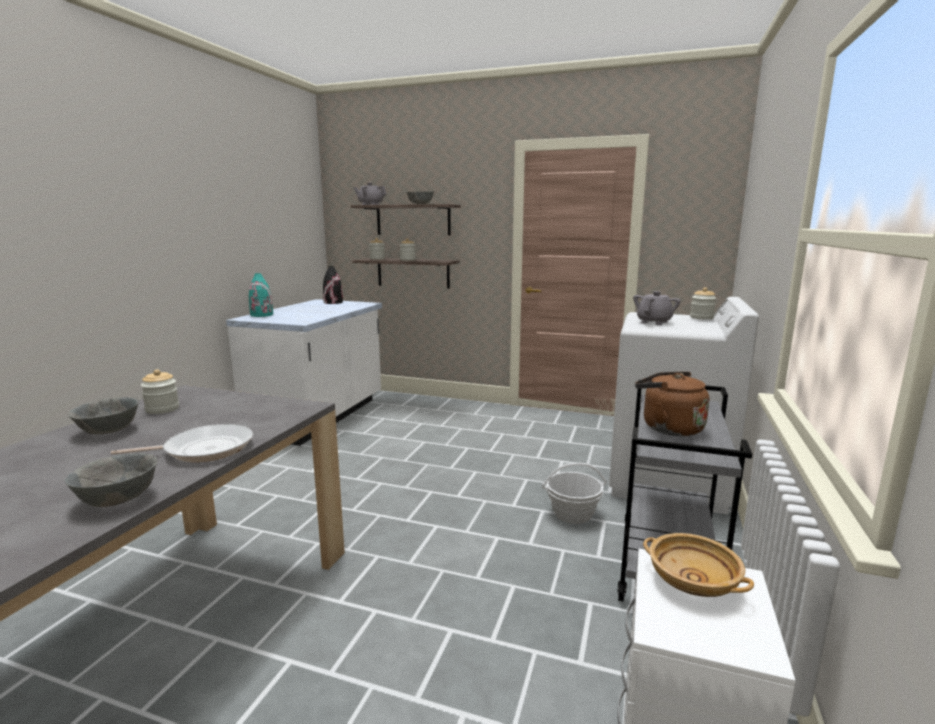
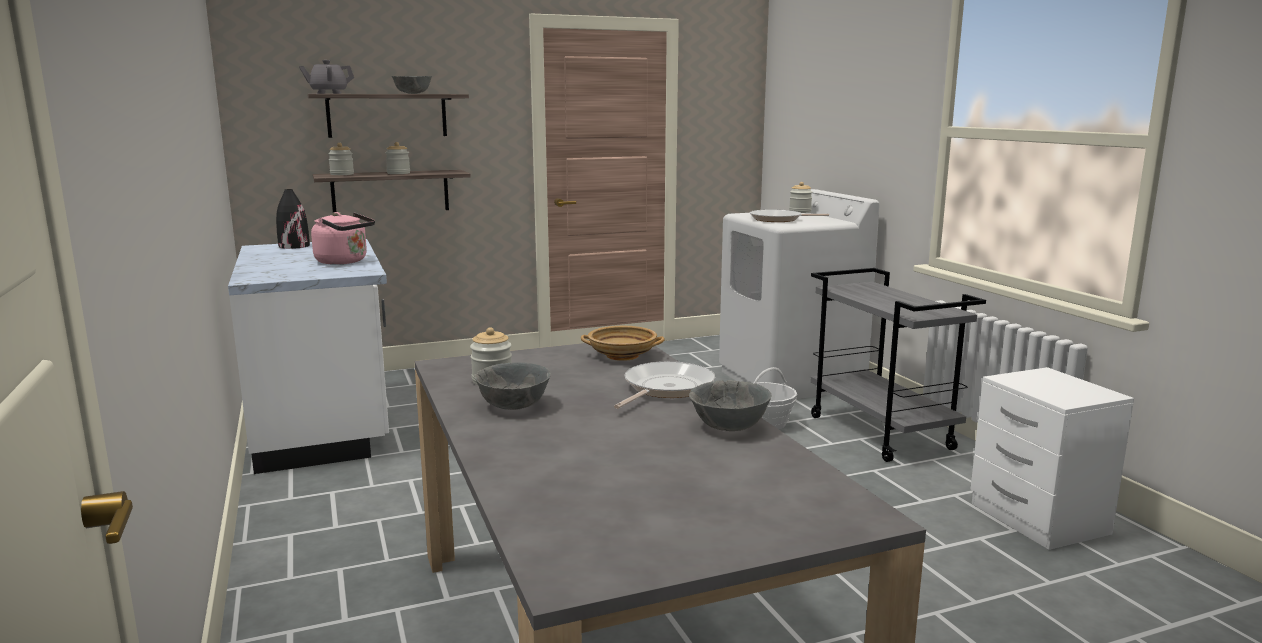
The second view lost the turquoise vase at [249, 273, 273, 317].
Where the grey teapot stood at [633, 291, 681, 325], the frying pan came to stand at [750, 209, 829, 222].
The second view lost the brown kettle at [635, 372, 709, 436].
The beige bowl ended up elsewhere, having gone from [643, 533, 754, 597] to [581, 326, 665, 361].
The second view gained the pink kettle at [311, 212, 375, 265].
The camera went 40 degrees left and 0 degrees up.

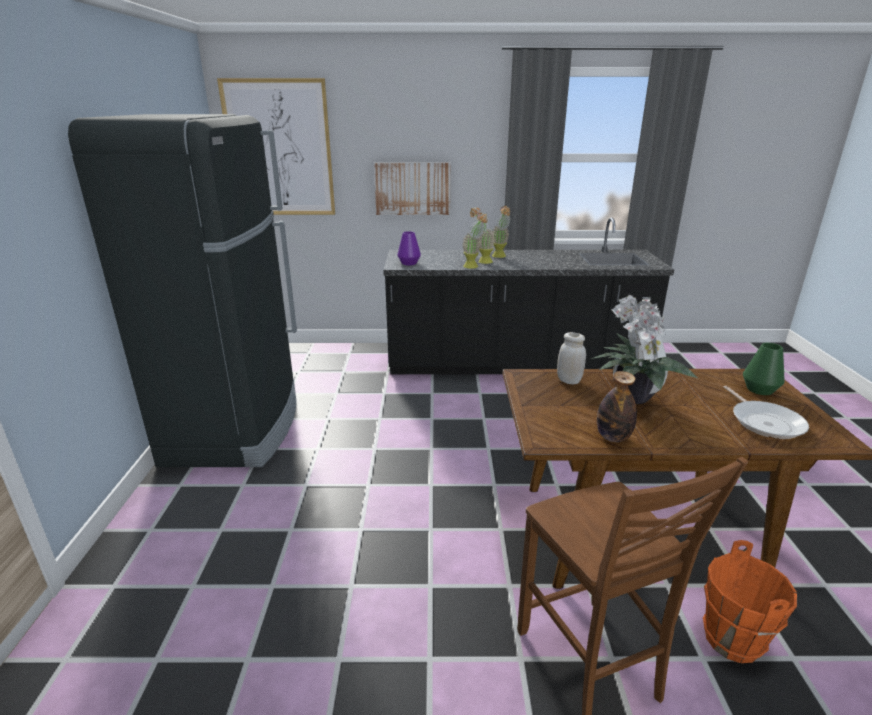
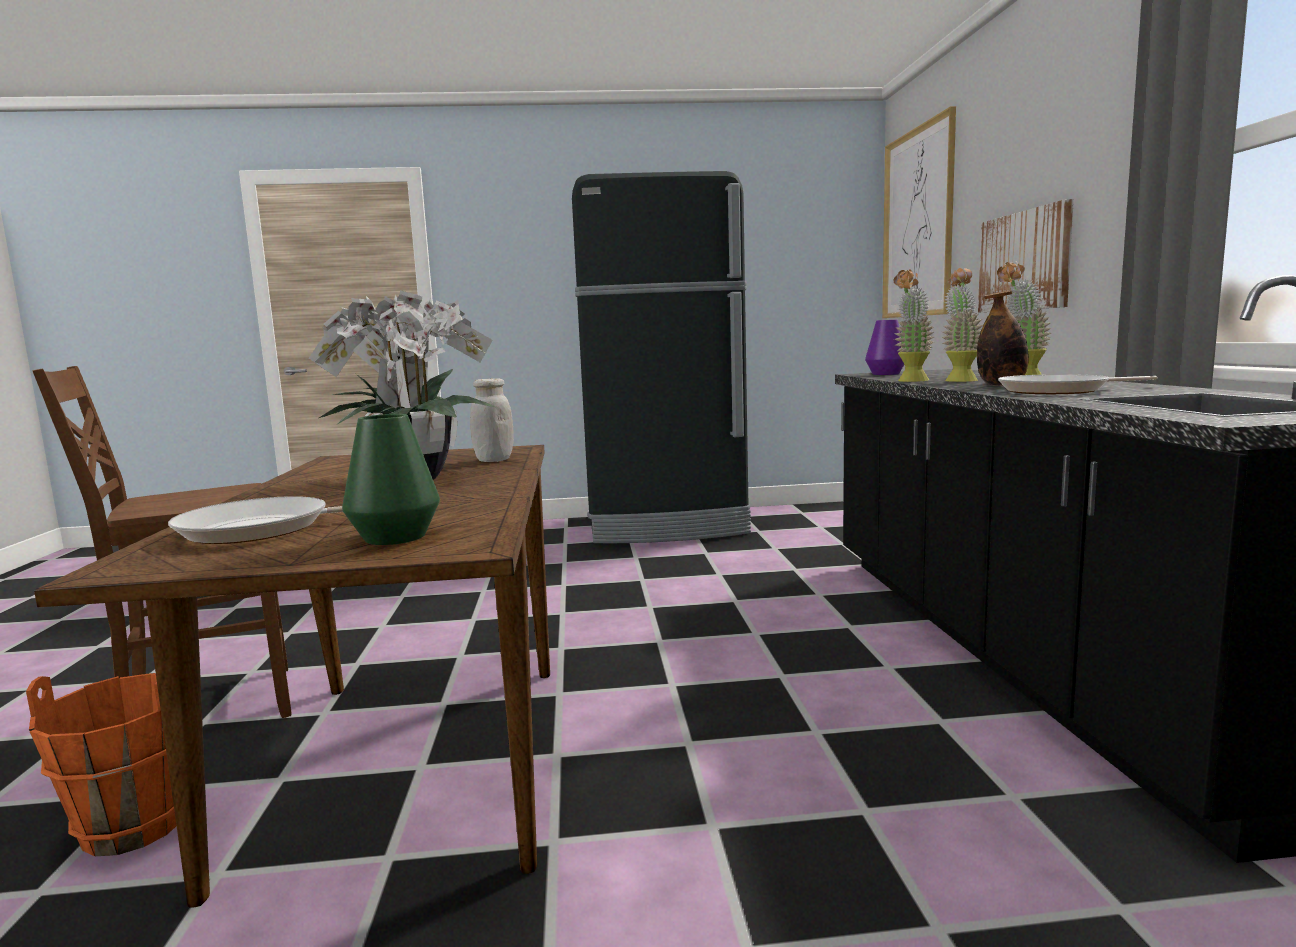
The bottle ended up elsewhere, having gone from [597, 371, 637, 442] to [977, 291, 1029, 386].
The second view gained the frying pan at [998, 374, 1157, 394].
The camera went 85 degrees right and 15 degrees down.

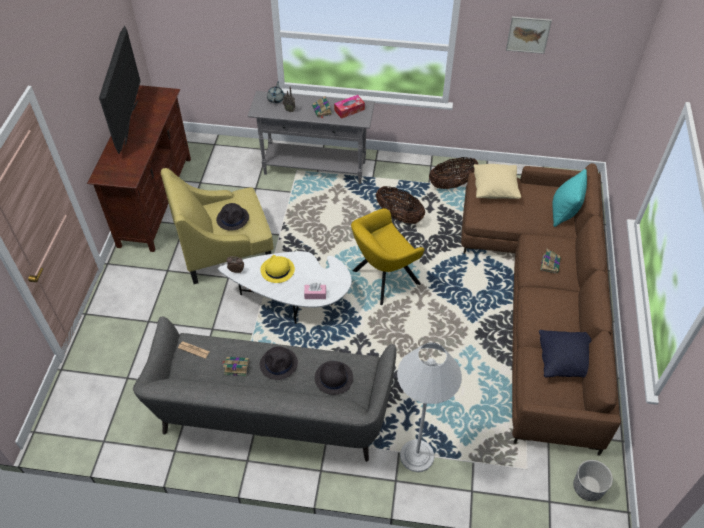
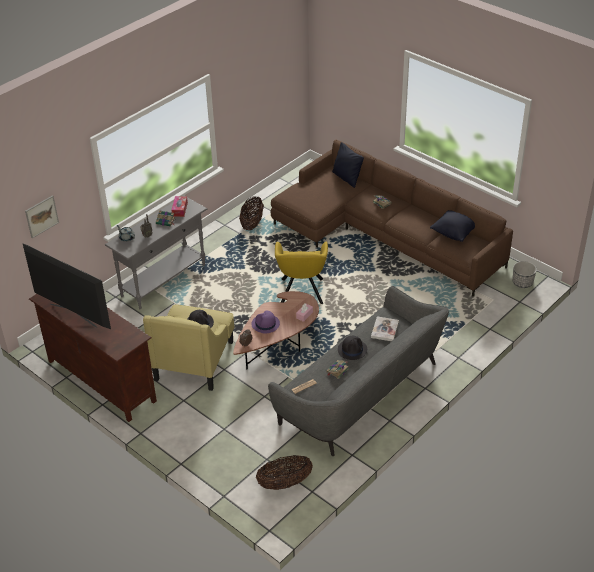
The picture ended up elsewhere, having gone from [506, 16, 552, 54] to [25, 195, 59, 238].
The second view lost the beige pillow at [474, 164, 521, 199].
What was the turquoise pillow at [552, 169, 587, 227] turned into the black pillow at [332, 142, 364, 188].
The basket ended up elsewhere, having gone from [376, 186, 425, 224] to [256, 455, 313, 490].
What was the white coffee table at [218, 251, 352, 324] turned into the brown coffee table at [233, 291, 319, 369].
What was the yellow hat at [261, 255, 295, 283] turned into the purple hat at [251, 311, 280, 333].
The second view lost the white floor lamp at [397, 343, 462, 472].
Where the black hat stood at [315, 361, 353, 395], the book came to stand at [371, 316, 399, 341].
The camera went 55 degrees left and 10 degrees down.

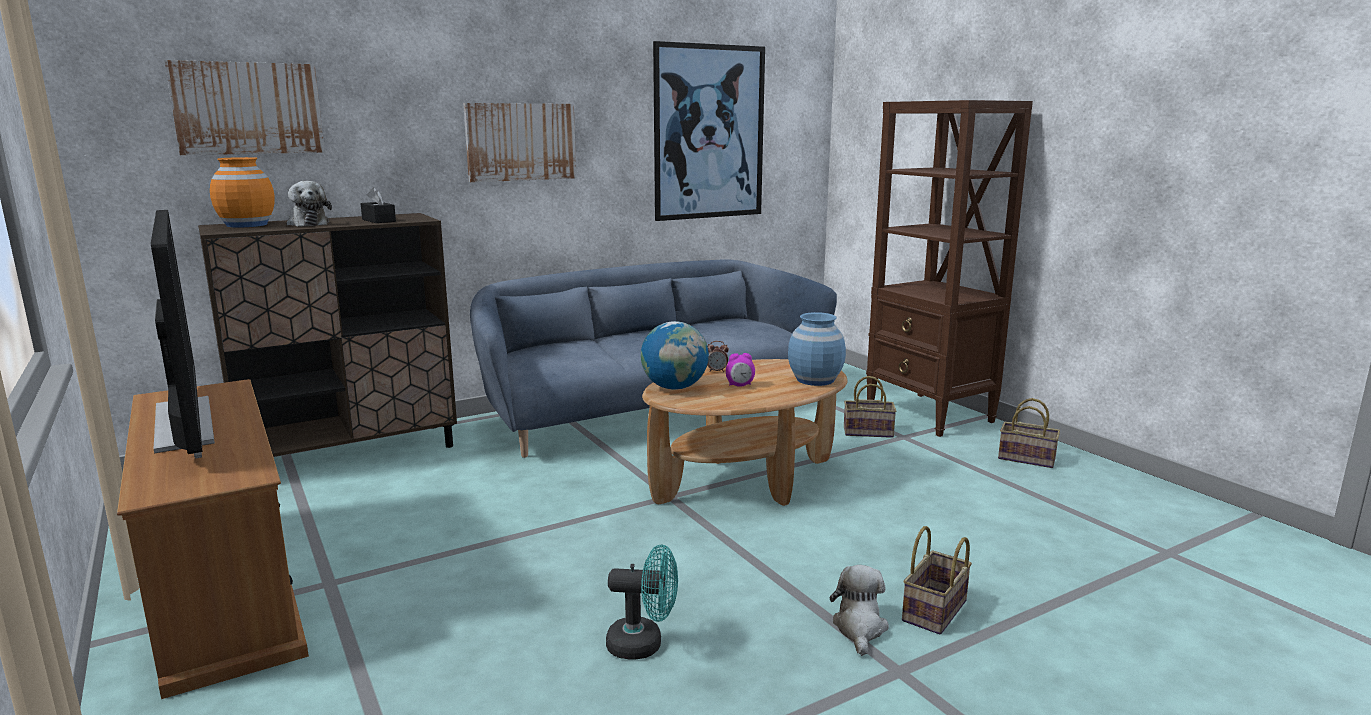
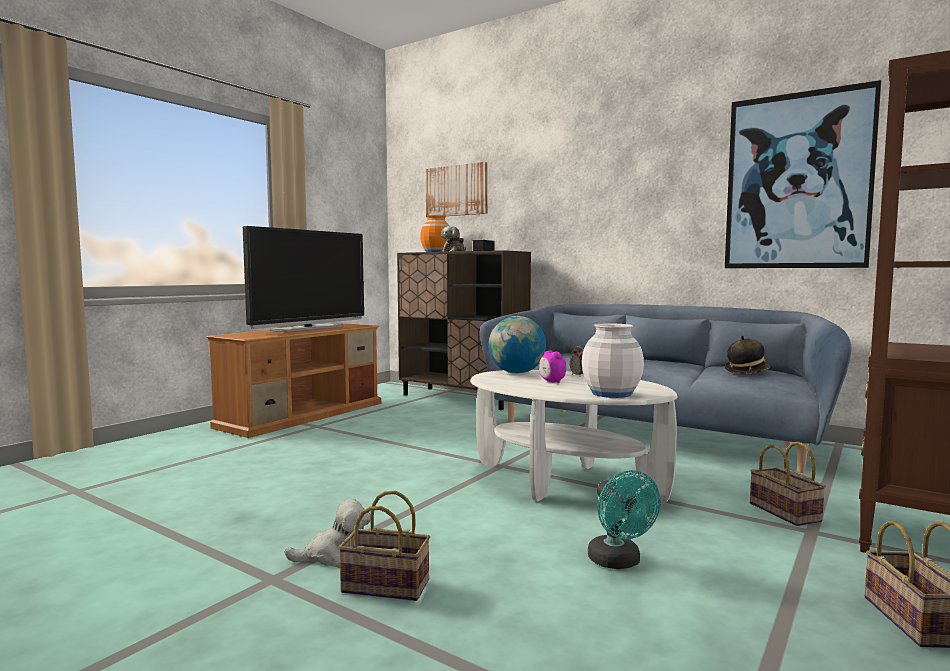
The second view lost the picture at [463, 103, 576, 182].
What was the blue vase at [788, 312, 846, 386] turned into the white vase at [582, 323, 644, 398].
What was the brown coffee table at [642, 359, 848, 506] turned into the white coffee table at [470, 370, 677, 504].
The turquoise fan ended up elsewhere, having gone from [606, 545, 678, 660] to [588, 470, 660, 569].
The second view gained the hat at [725, 336, 771, 374].
The camera went 65 degrees right and 10 degrees down.

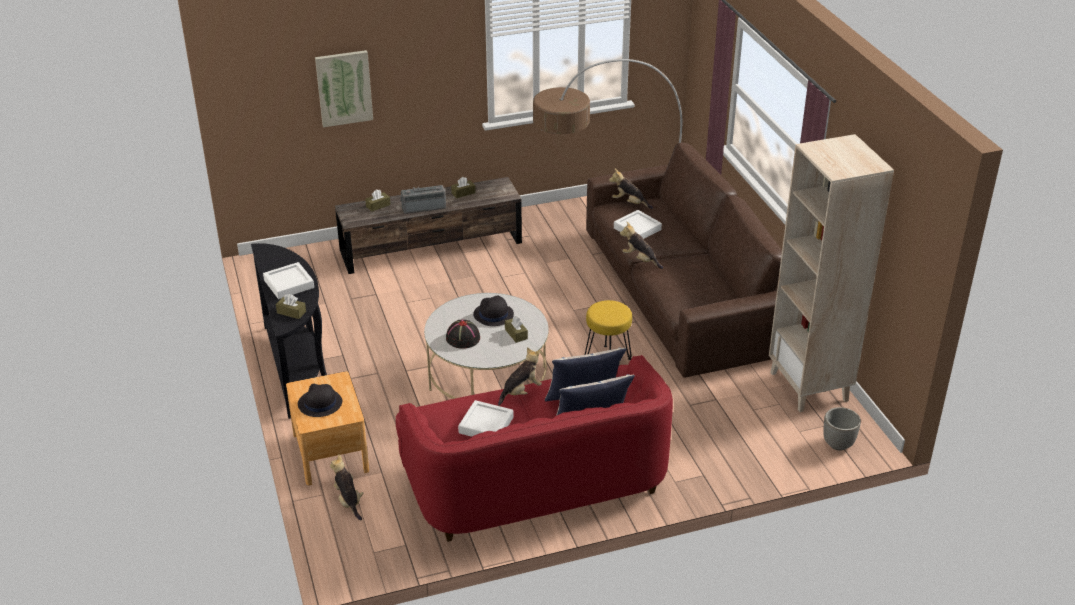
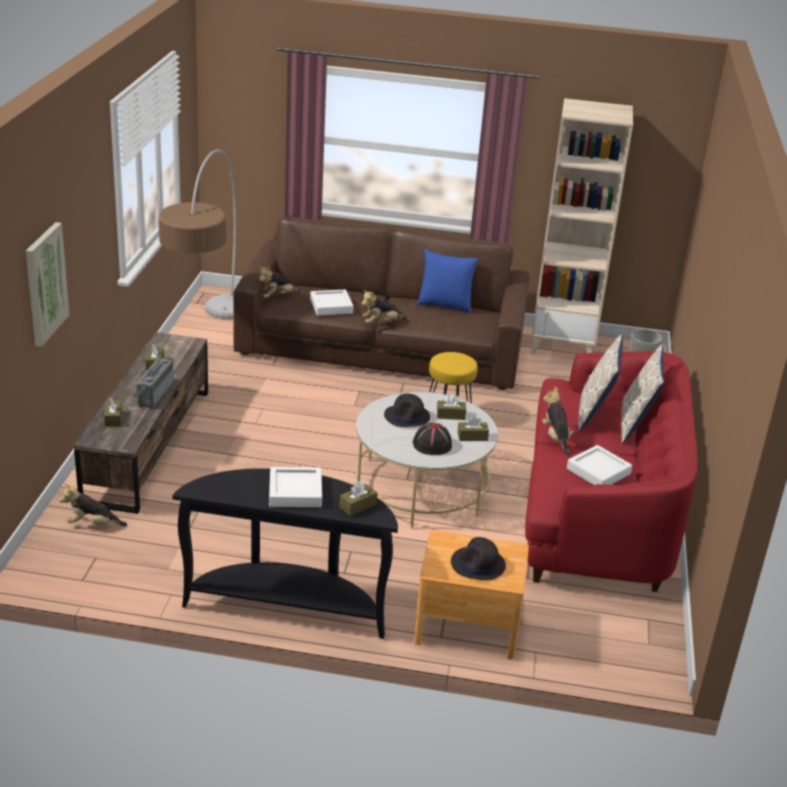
The plush toy ended up elsewhere, having gone from [330, 454, 363, 520] to [59, 483, 127, 526].
The second view gained the blue pillow at [416, 250, 479, 313].
The second view gained the brown tissue box at [457, 417, 489, 441].
The camera went 65 degrees left and 5 degrees down.

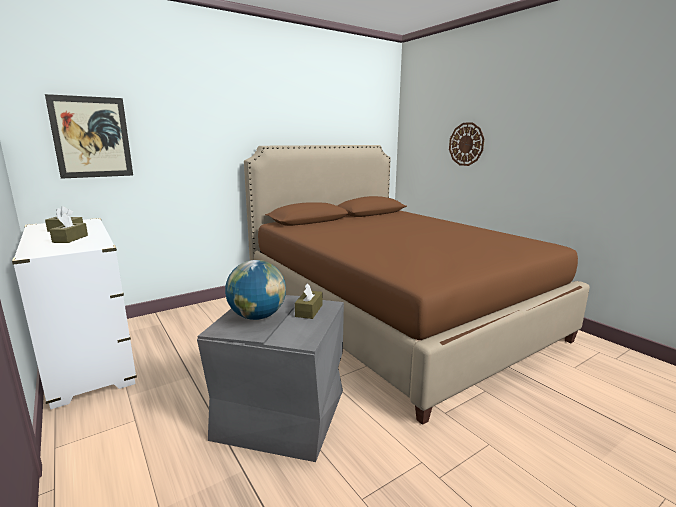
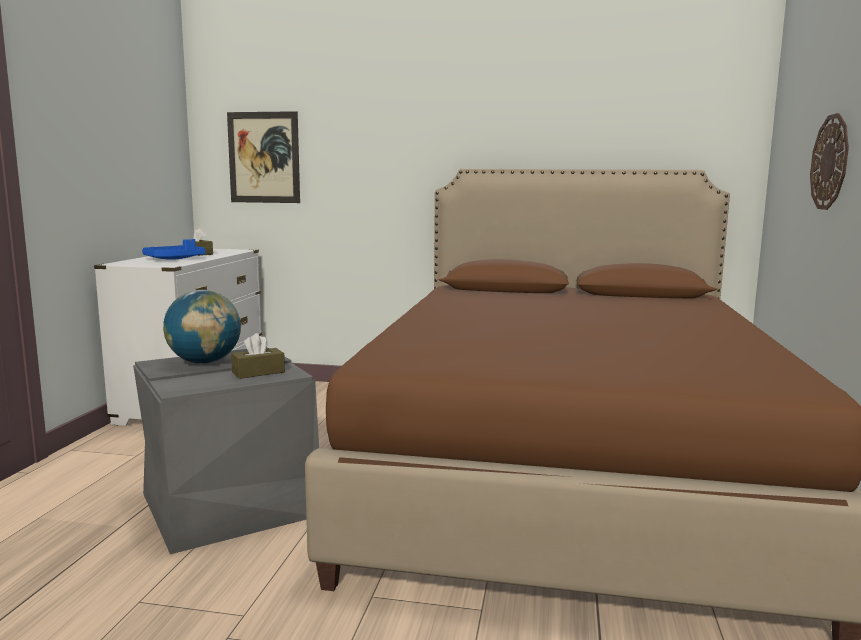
Where the brown tissue box stood at [50, 213, 88, 243], the blue tray came to stand at [142, 239, 206, 260].
The camera went 45 degrees right and 5 degrees down.

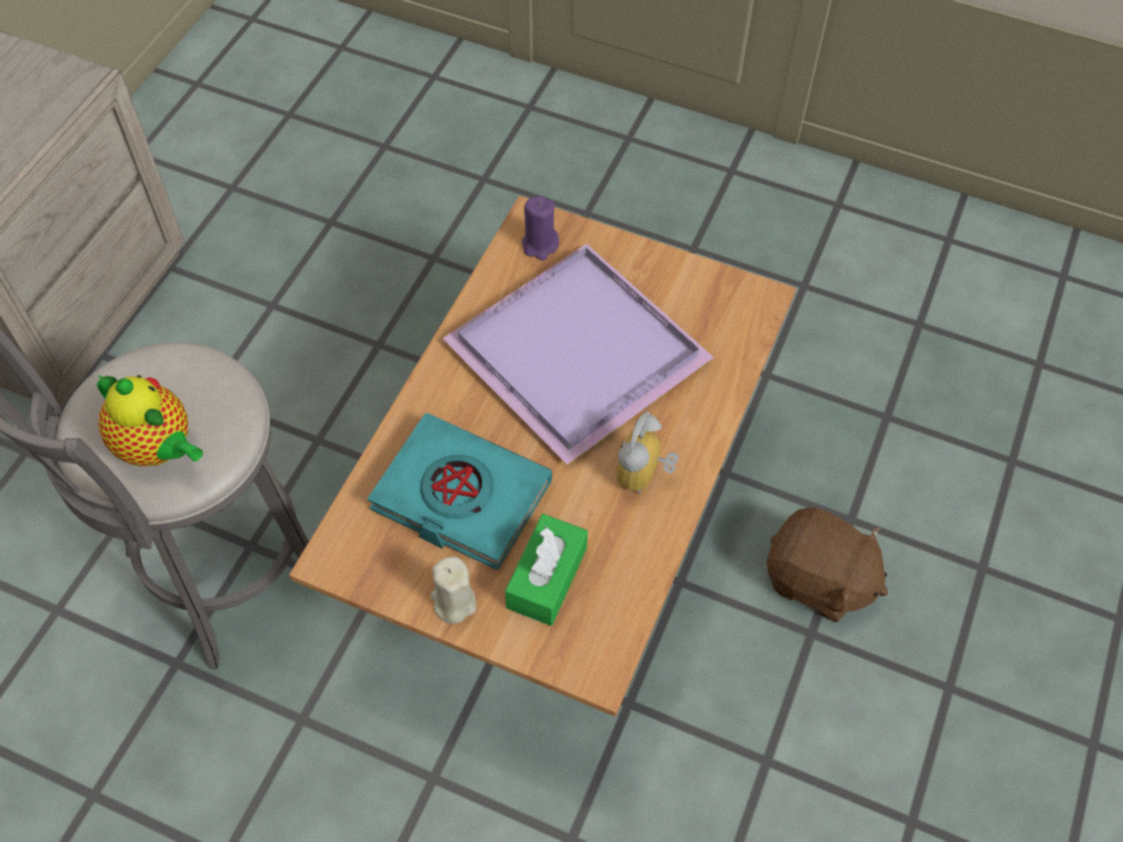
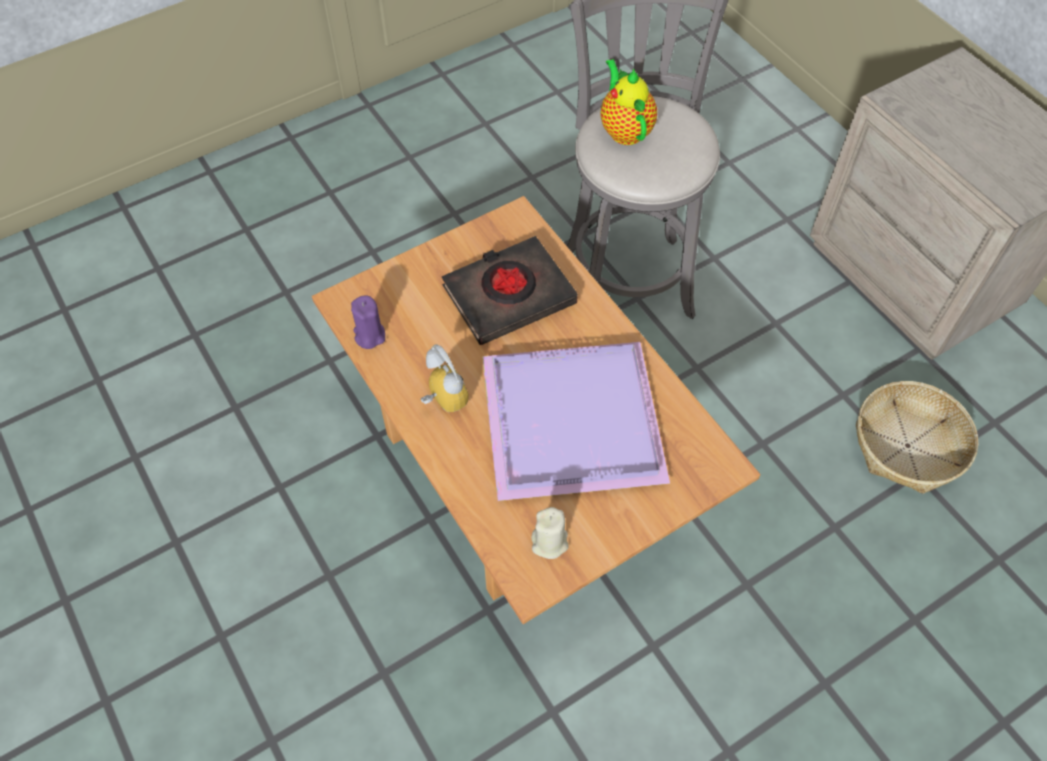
The purple candle ended up elsewhere, having gone from [522, 195, 559, 260] to [351, 296, 385, 349].
The teapot at [97, 375, 203, 466] ended up facing another way, 90 degrees clockwise from before.
What was the turquoise book at [367, 413, 552, 570] turned into the black book at [442, 236, 578, 345].
The second view lost the brown plush toy at [767, 508, 888, 622].
The second view lost the green tissue box at [505, 514, 588, 626].
The beige candle ended up elsewhere, having gone from [430, 557, 476, 624] to [532, 507, 569, 559].
The second view gained the basket at [856, 381, 978, 494].
The camera went 125 degrees right and 0 degrees up.

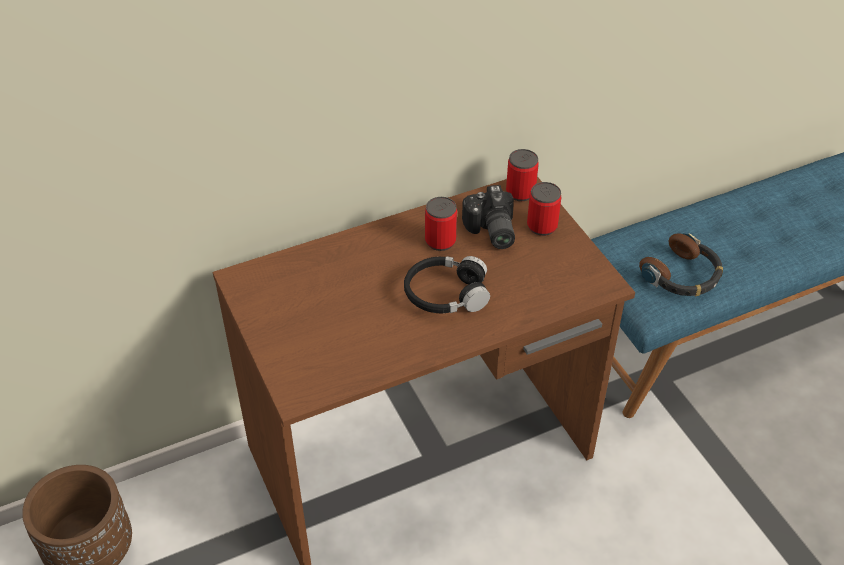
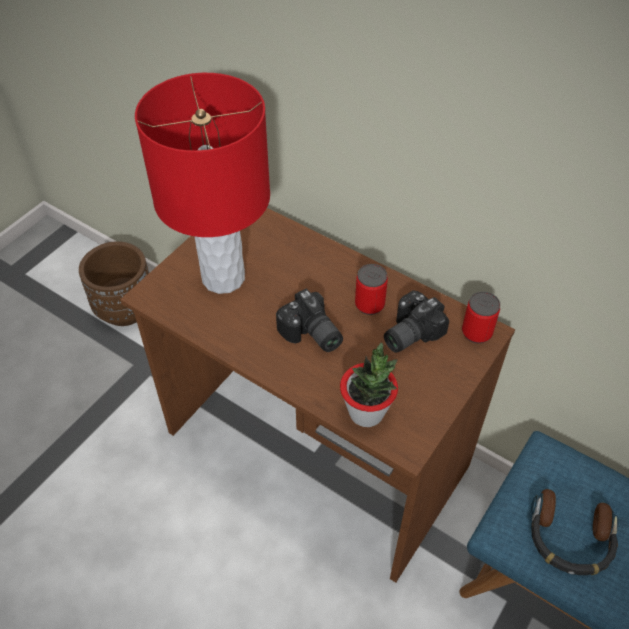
The second view lost the can at [527, 182, 561, 236].
Where the black headphones stood at [404, 256, 490, 313], the photo camera came to stand at [276, 288, 343, 352].
The second view gained the red table lamp at [135, 73, 270, 294].
The second view gained the potted plant at [340, 343, 398, 427].
The camera went 60 degrees right and 5 degrees up.

